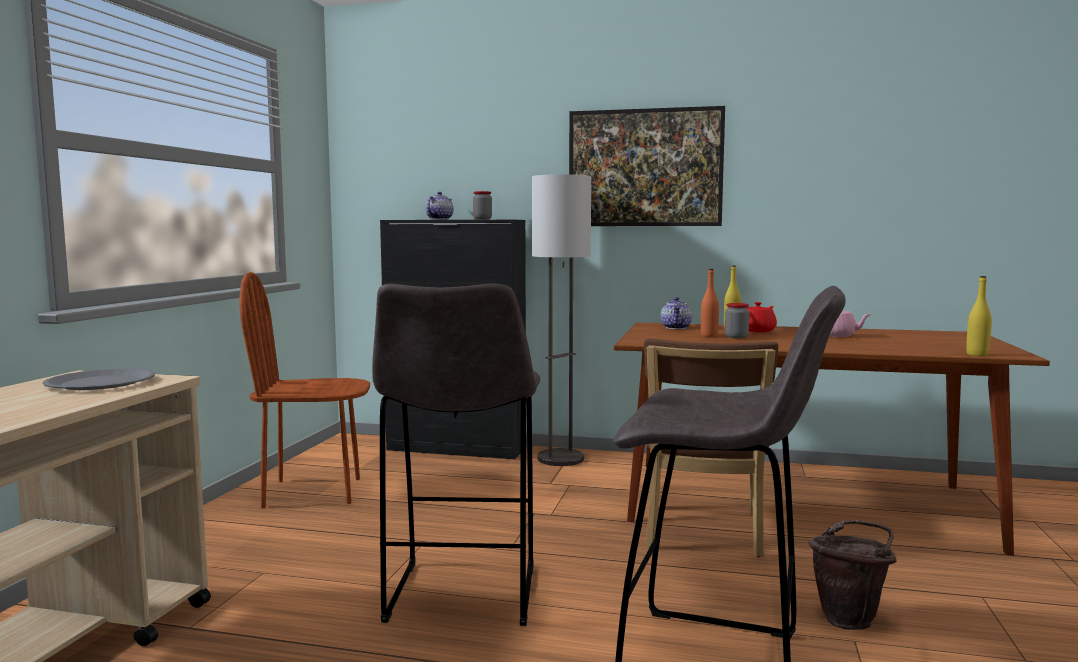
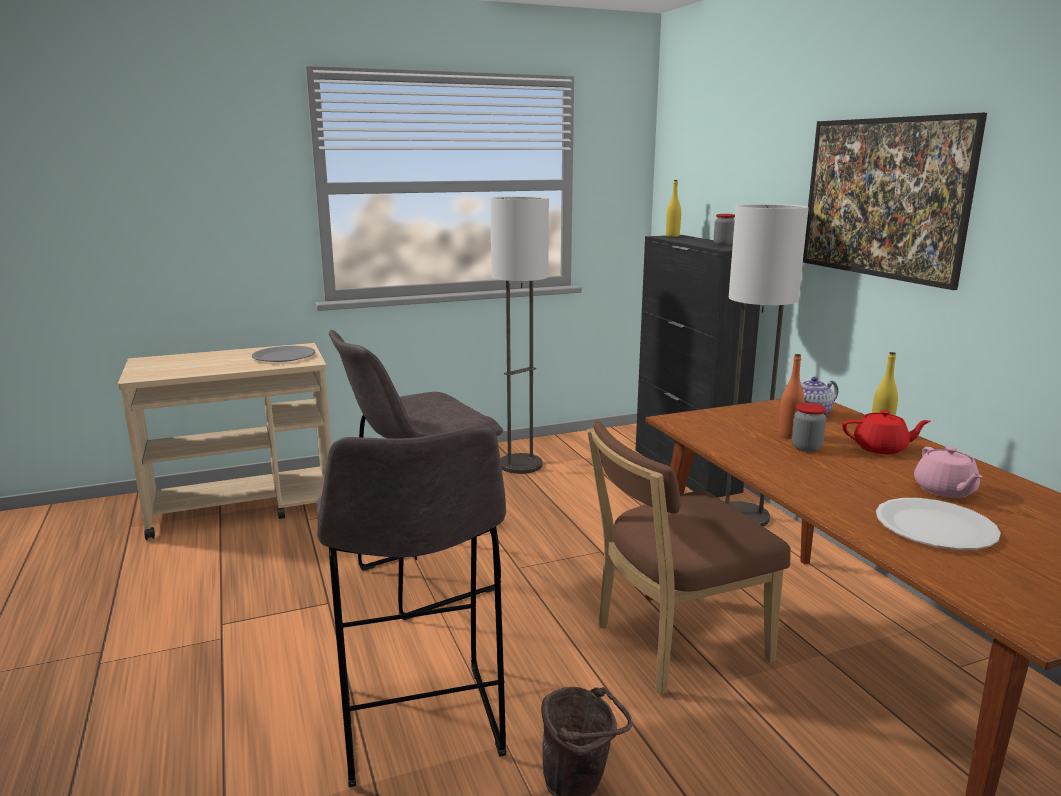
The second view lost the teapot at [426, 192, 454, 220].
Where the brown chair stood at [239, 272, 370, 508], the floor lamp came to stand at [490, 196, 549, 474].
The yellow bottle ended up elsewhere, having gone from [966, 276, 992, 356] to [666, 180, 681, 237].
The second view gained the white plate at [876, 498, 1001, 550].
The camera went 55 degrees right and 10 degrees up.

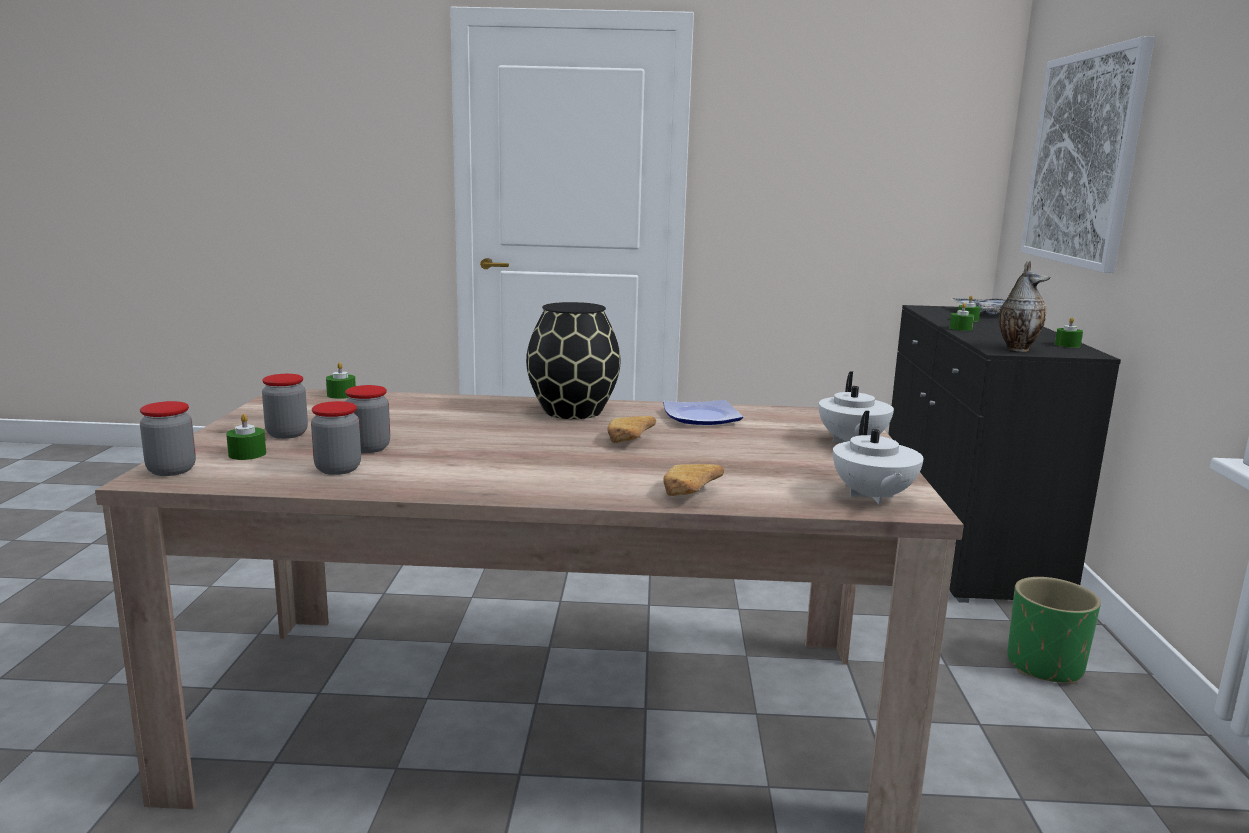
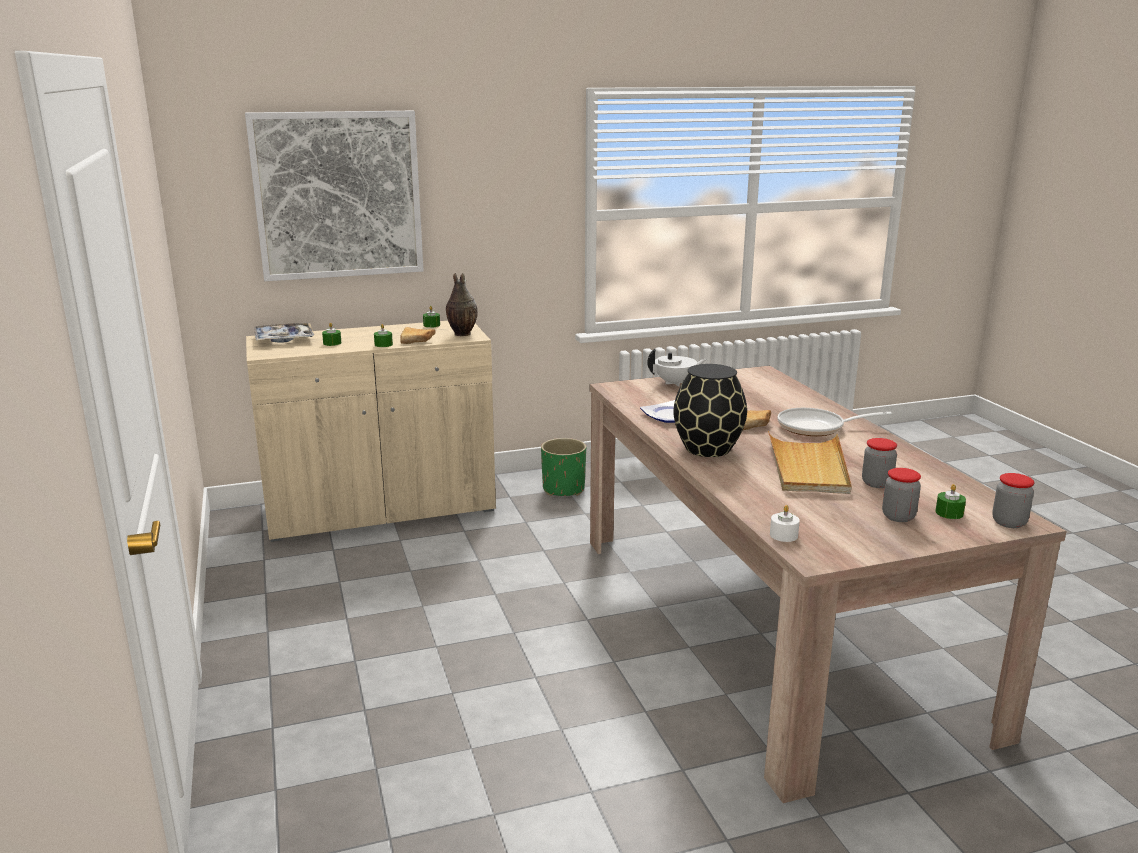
What was the black cabinet at [889, 305, 1121, 603] turned into the beige cabinet at [246, 321, 496, 542].
What was the green candle at [326, 362, 356, 399] turned into the white candle at [770, 505, 800, 542].
The second view lost the jar at [311, 401, 361, 475].
The second view lost the white teapot at [833, 411, 924, 505].
The bread ended up elsewhere, having gone from [663, 464, 724, 496] to [400, 327, 436, 344].
The second view gained the frying pan at [778, 408, 892, 436].
The second view gained the beige tray at [768, 431, 851, 494].
The camera went 110 degrees left and 5 degrees up.

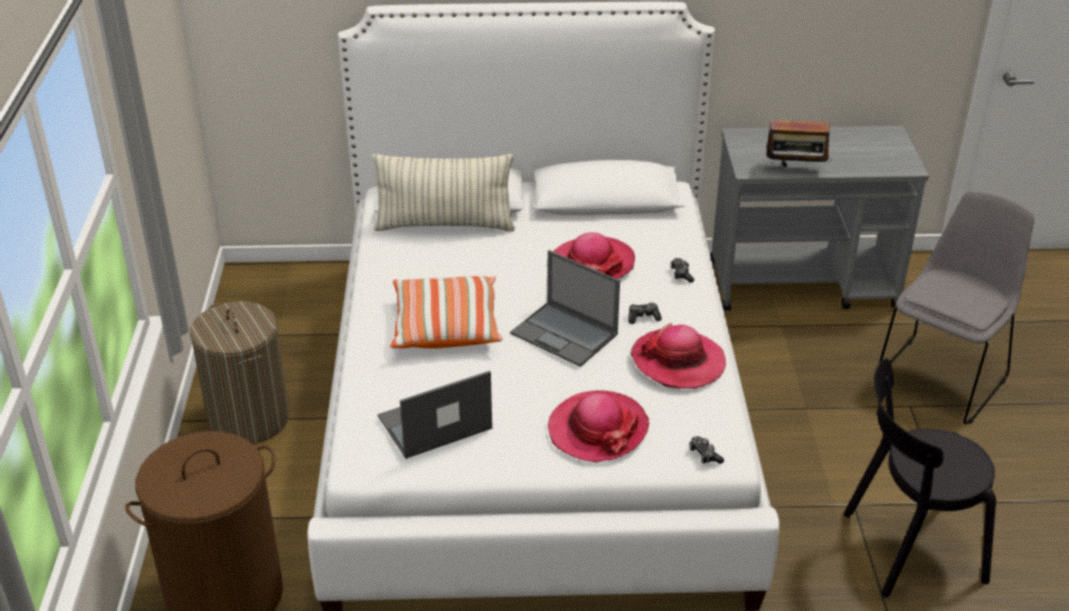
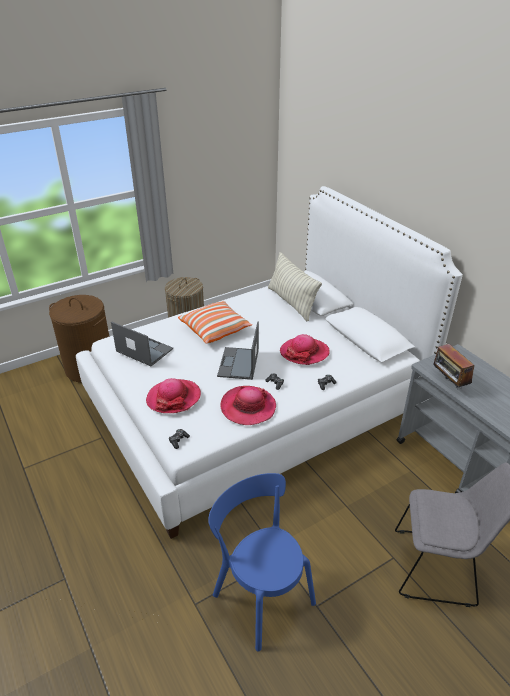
What was the black chair at [843, 358, 996, 597] turned into the blue chair at [208, 473, 316, 651].
The camera went 60 degrees right and 0 degrees up.

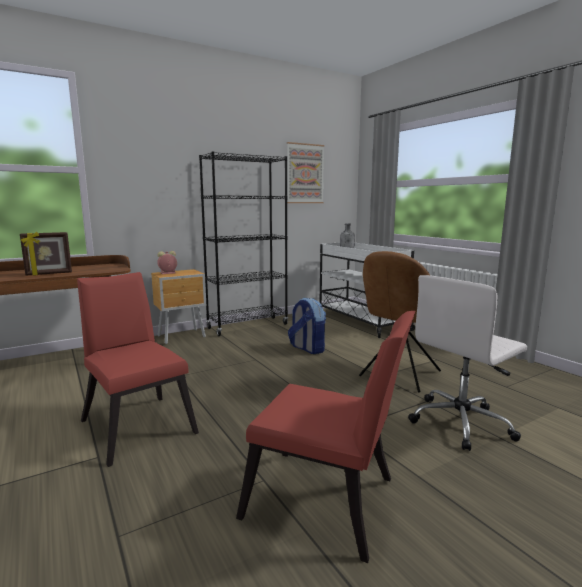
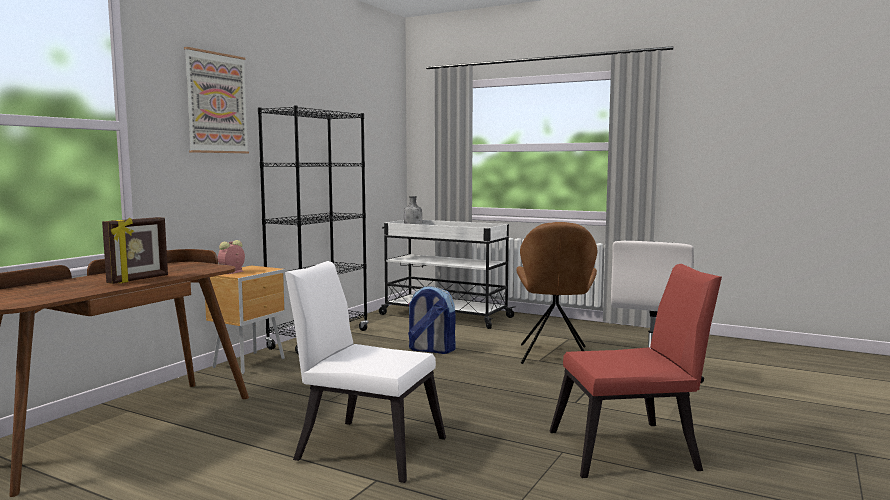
The picture ended up elsewhere, having gone from [287, 142, 324, 203] to [184, 47, 249, 153].
What was the red chair at [77, 272, 199, 467] turned into the white chair at [285, 261, 446, 483].
The camera went 30 degrees left and 5 degrees down.

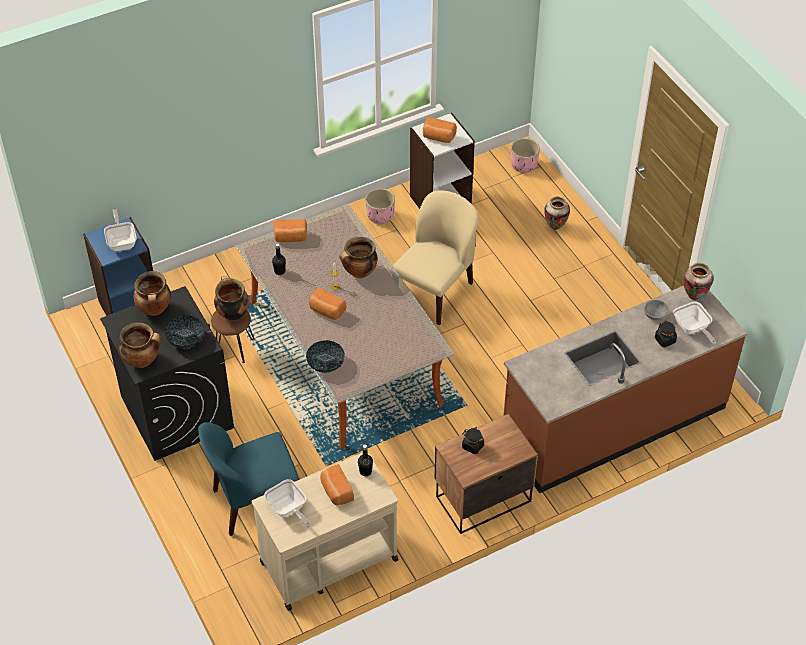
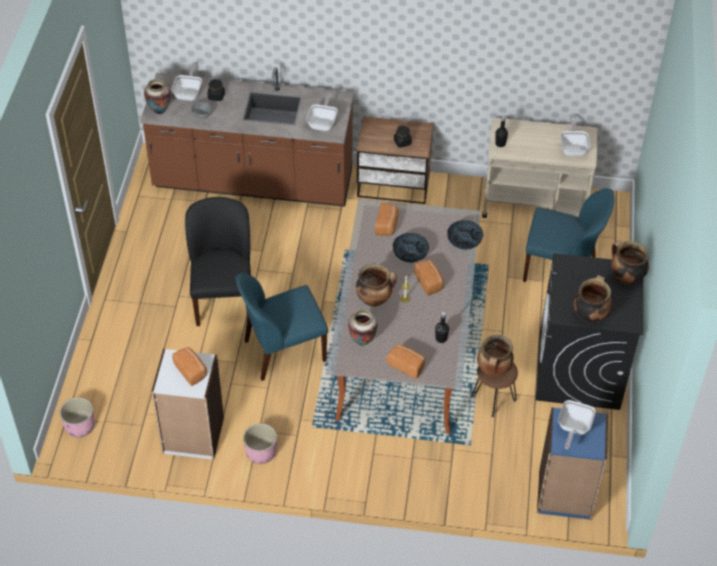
What was the beige chair at [393, 190, 479, 325] turned into the blue chair at [236, 273, 328, 381].
The vase ended up elsewhere, having gone from [544, 196, 570, 230] to [348, 310, 378, 346].
The bowl ended up elsewhere, having gone from [165, 315, 204, 348] to [393, 233, 429, 263].
The bread ended up elsewhere, having gone from [320, 464, 354, 506] to [375, 203, 399, 236].
The second view gained the frying pan at [306, 92, 338, 131].
The second view gained the black chair at [185, 197, 251, 326].
The camera went 145 degrees left and 0 degrees up.

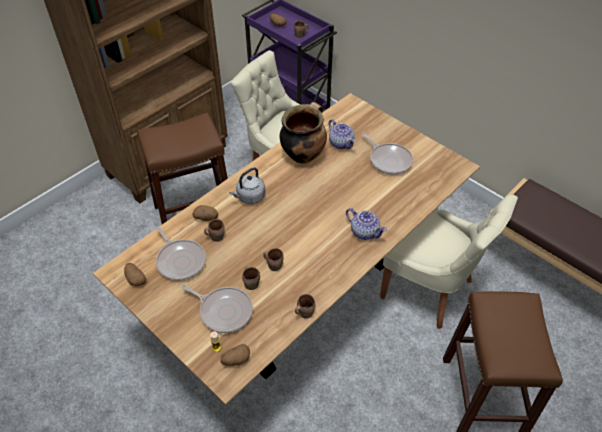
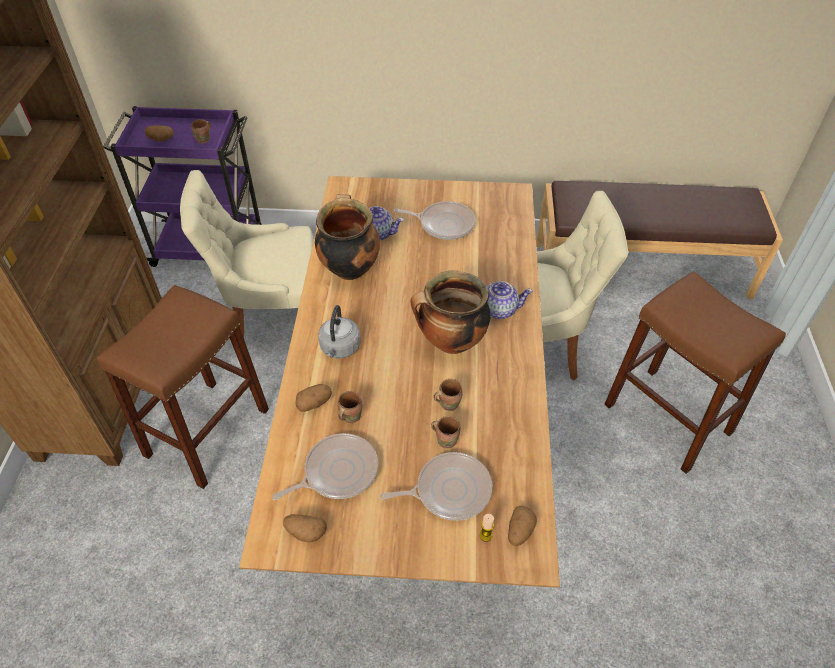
The frying pan at [156, 226, 206, 281] ended up facing another way, 45 degrees counterclockwise from before.
The second view lost the brown mug at [295, 294, 316, 319].
The second view gained the cooking pot at [410, 271, 490, 354].
The camera went 40 degrees left and 0 degrees up.

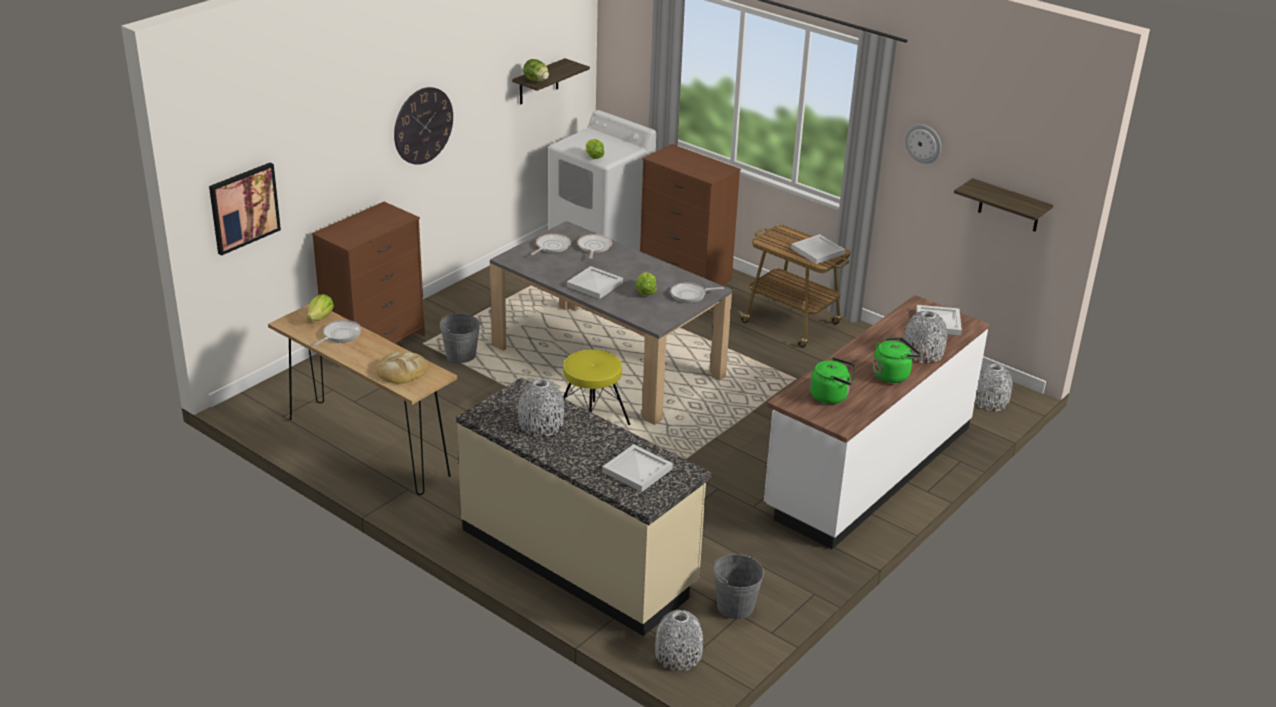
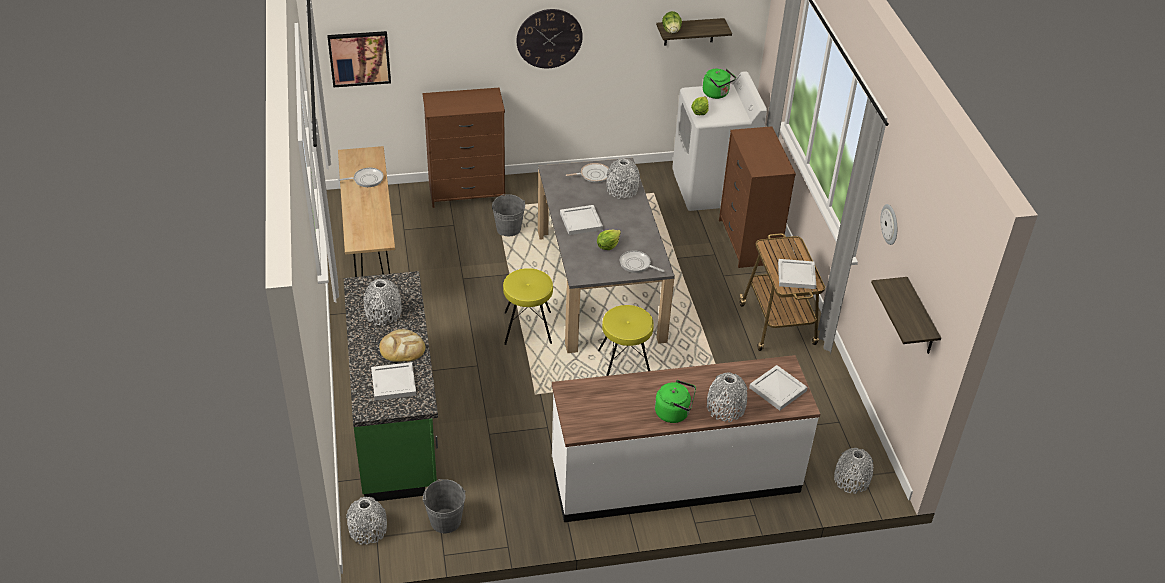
Where the frying pan stood at [577, 234, 612, 259], the grey vase came to stand at [606, 159, 640, 199].
The second view lost the lettuce at [307, 294, 334, 321].
The bread ended up elsewhere, having gone from [376, 352, 428, 384] to [379, 329, 425, 362].
The green kettle ended up elsewhere, having gone from [810, 357, 855, 404] to [703, 69, 736, 99].
What was the beige counter at [456, 378, 711, 636] turned into the green counter at [344, 271, 438, 501].
The second view gained the yellow stool at [598, 305, 654, 376].
The camera went 40 degrees right and 10 degrees up.

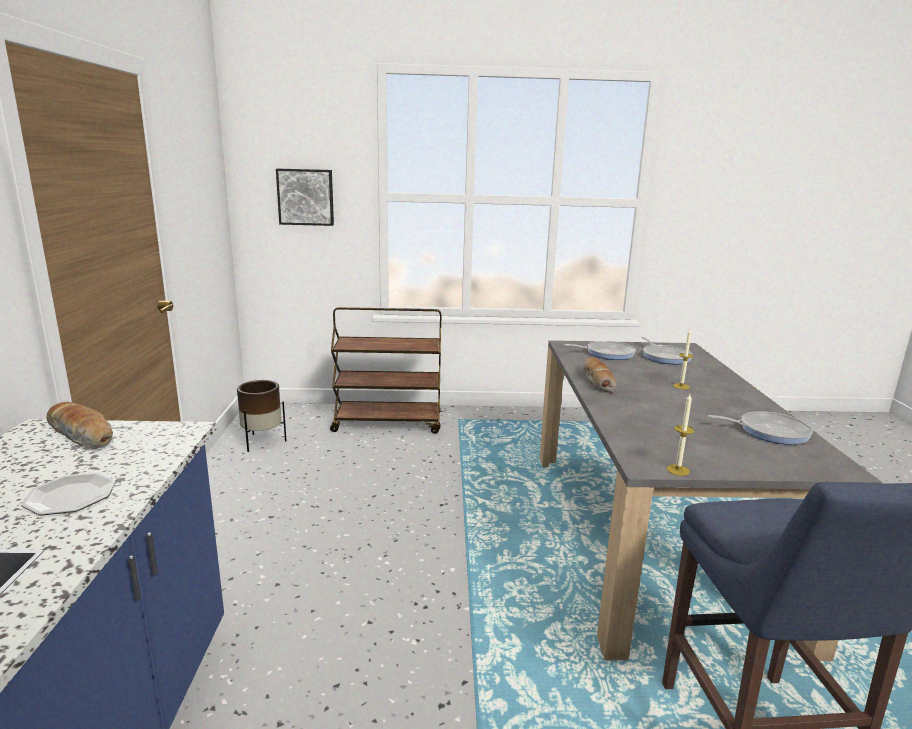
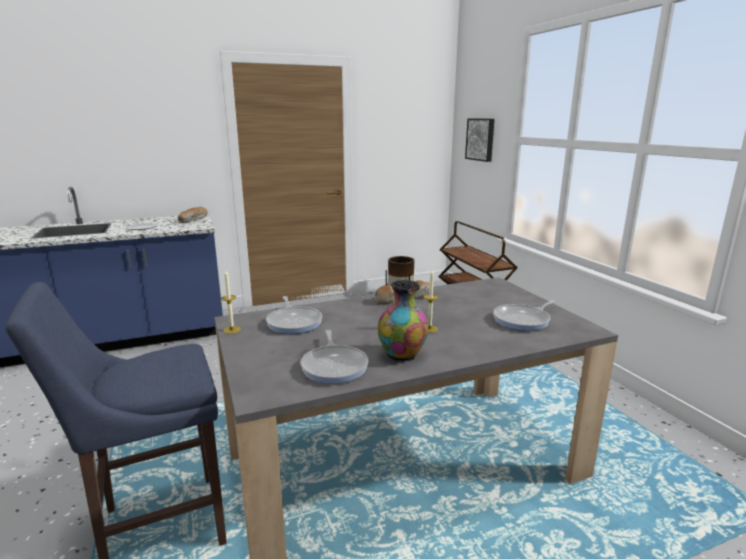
The frying pan ended up elsewhere, having gone from [564, 341, 636, 360] to [266, 296, 322, 334].
The second view gained the vase at [378, 280, 429, 362].
The camera went 70 degrees right and 0 degrees up.

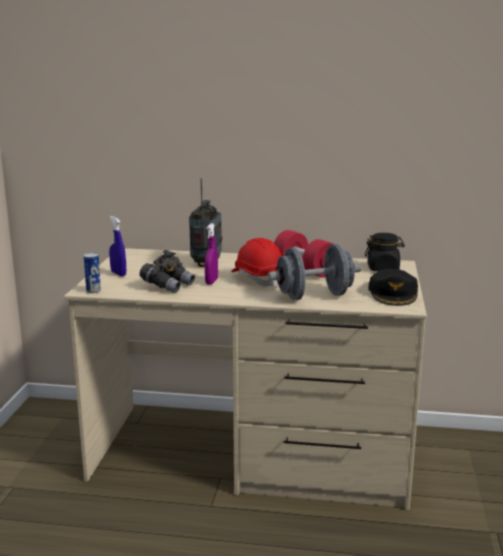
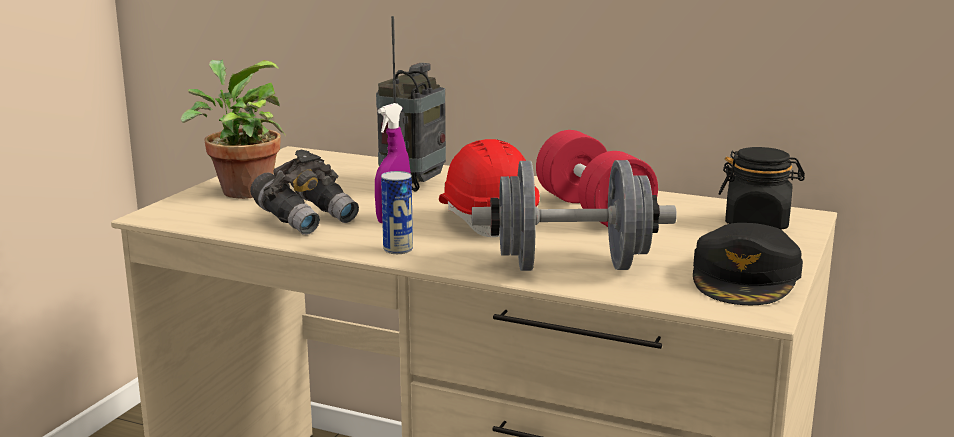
Where the blue spray bottle stood at [109, 216, 126, 276], the potted plant came to stand at [181, 59, 286, 199].
The can ended up elsewhere, having gone from [83, 253, 101, 293] to [381, 171, 413, 254].
The camera went 15 degrees right and 0 degrees up.

